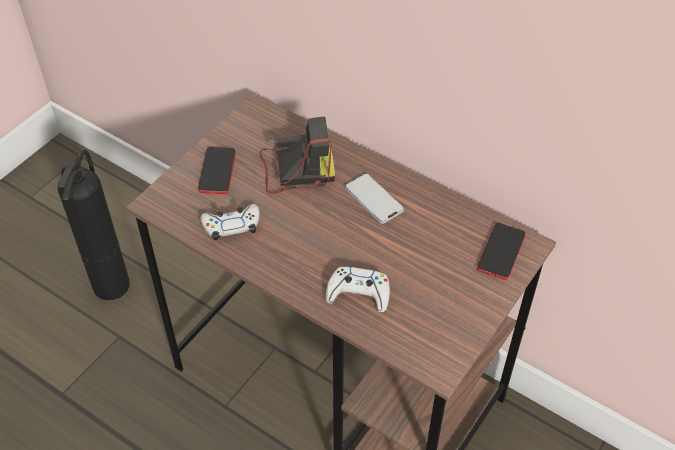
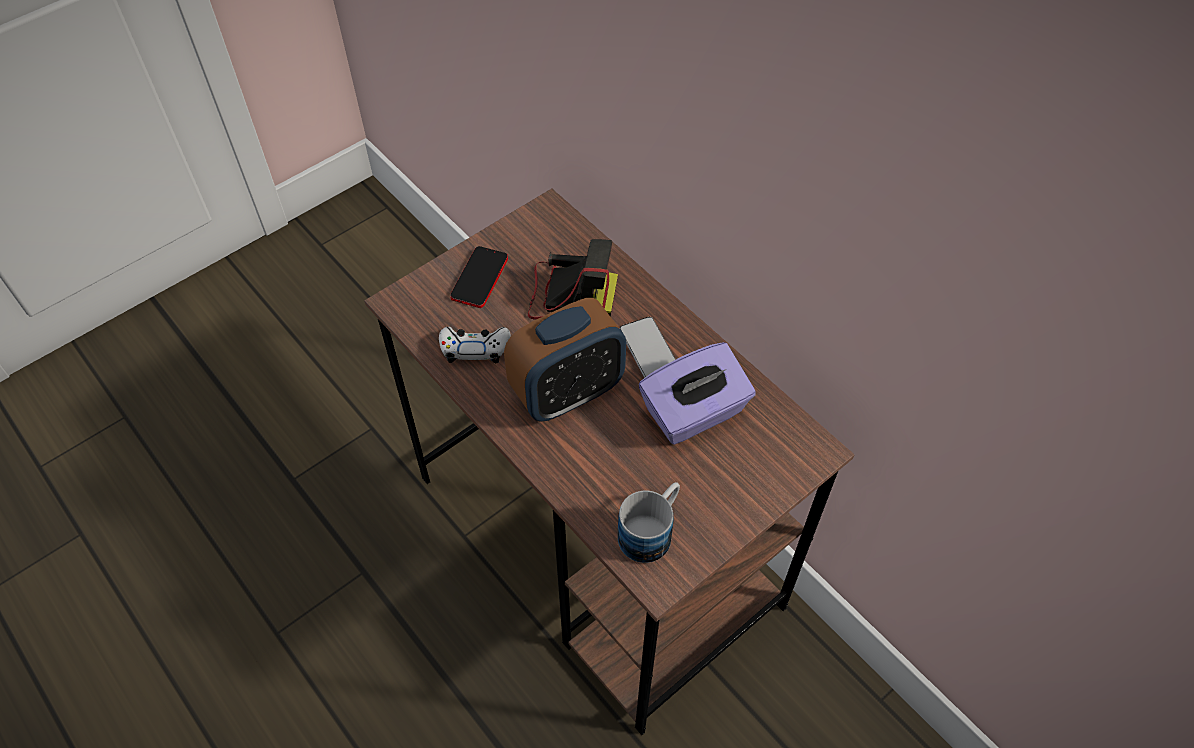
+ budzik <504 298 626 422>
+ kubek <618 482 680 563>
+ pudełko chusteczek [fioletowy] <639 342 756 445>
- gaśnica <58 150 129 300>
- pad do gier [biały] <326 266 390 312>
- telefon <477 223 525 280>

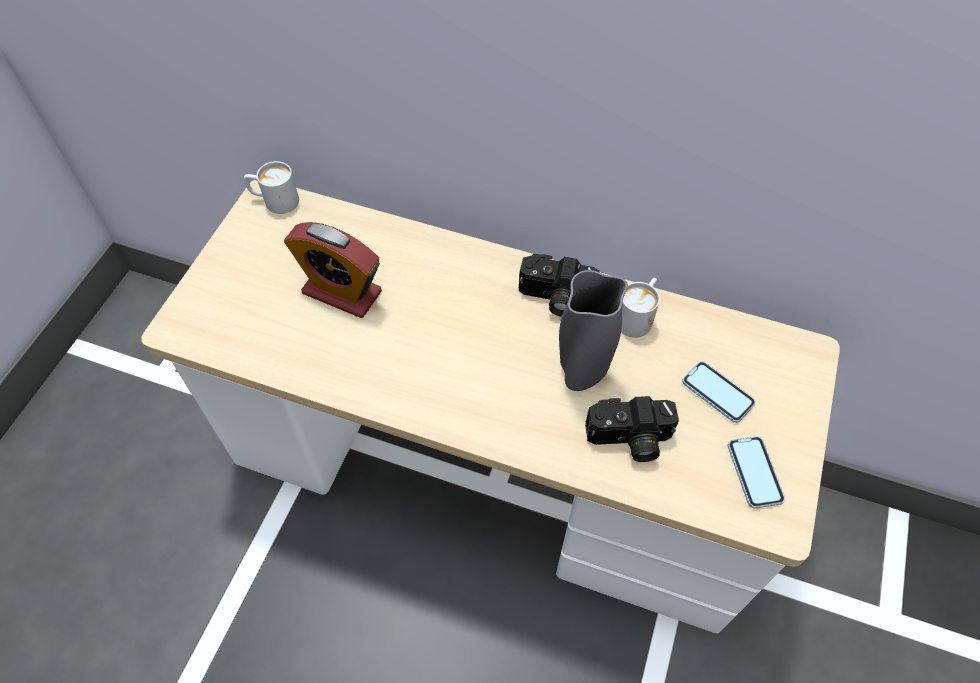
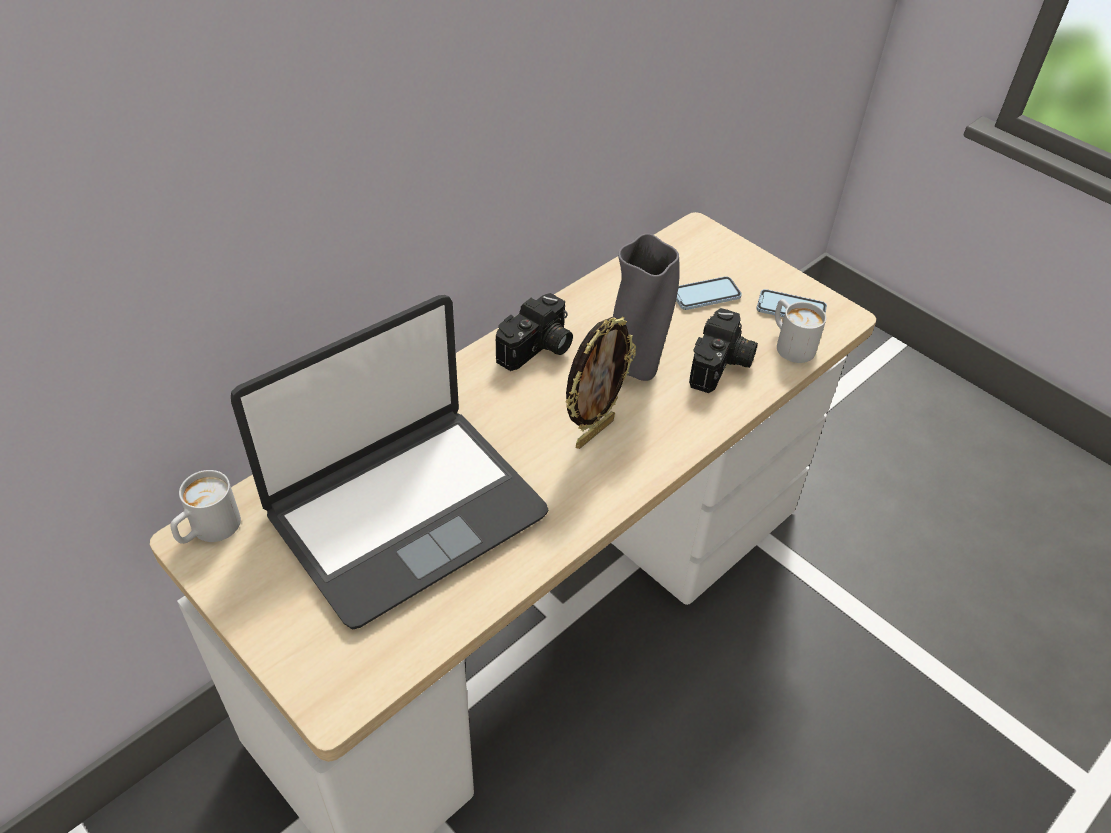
~ budzik <284 222 382 318> to laptop <231 295 549 630>
+ ramka na zdjęcie <565 316 636 449>
~ kubek [biały] <621 278 660 338> to <775 299 826 363>

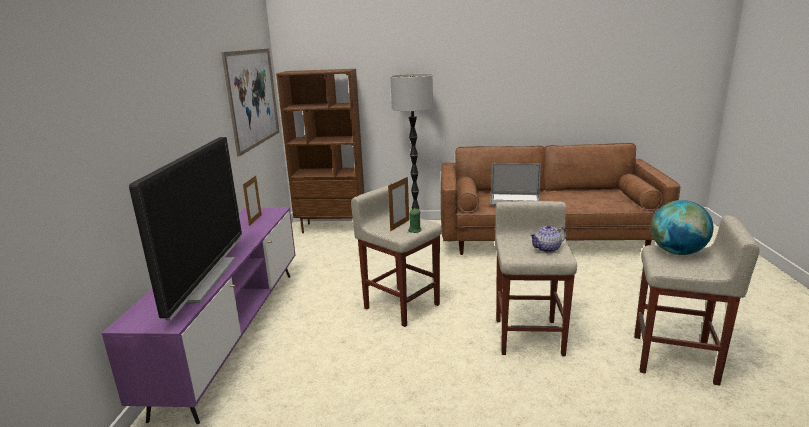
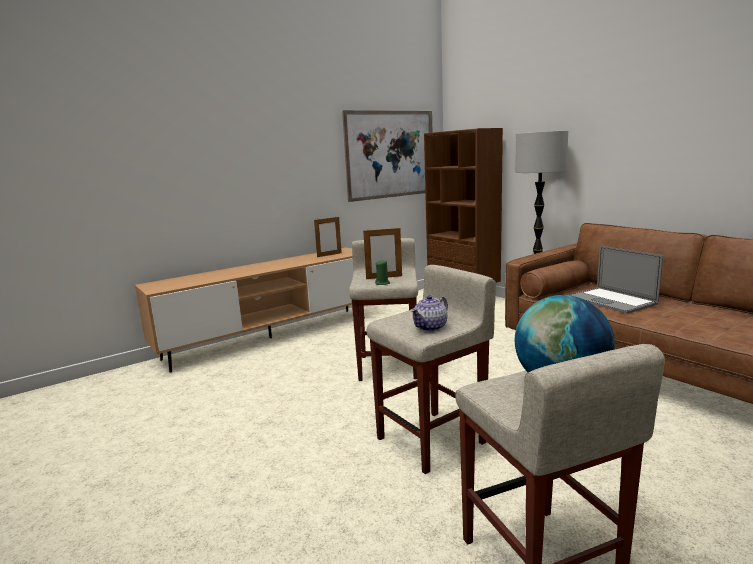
~ szafka pod telewizor [fioletowy] <102 208 295 424> to szafka pod telewizor [brązowy] <135 248 365 372>
~ imbryk <529 225 566 253> = <411 295 448 332> 75 degrees counterclockwise
- telewizor <129 137 242 321>

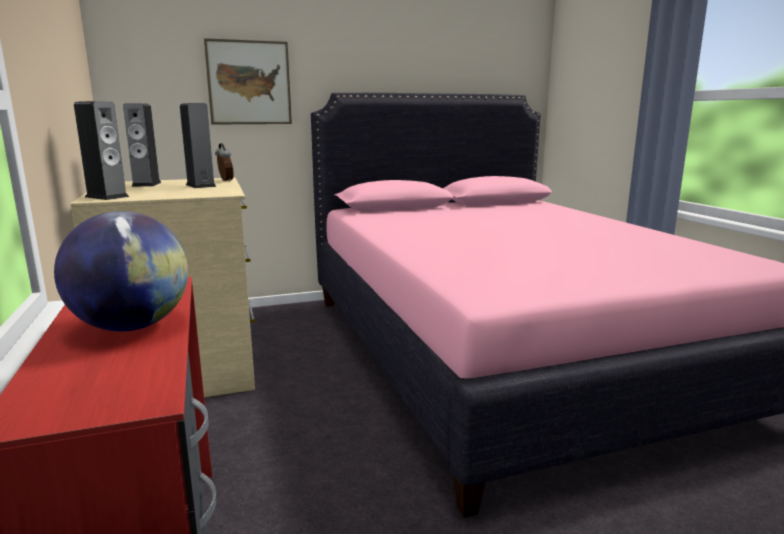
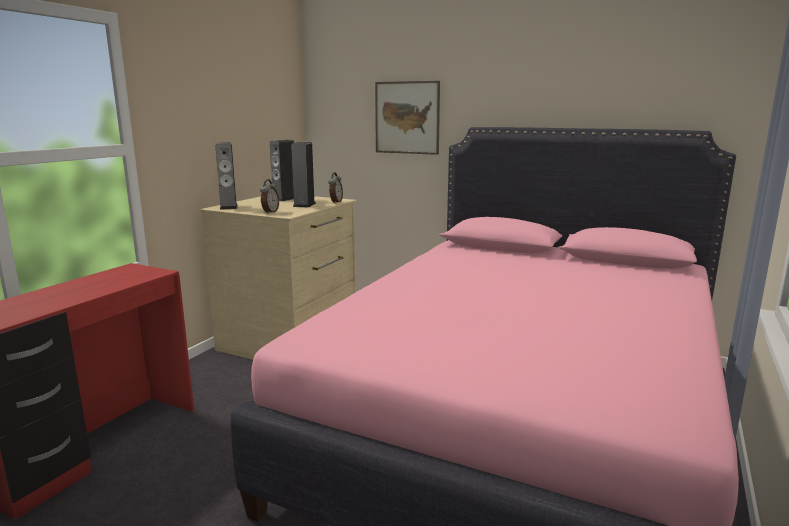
+ budzik <260 179 279 214>
- globus <54 211 188 332>

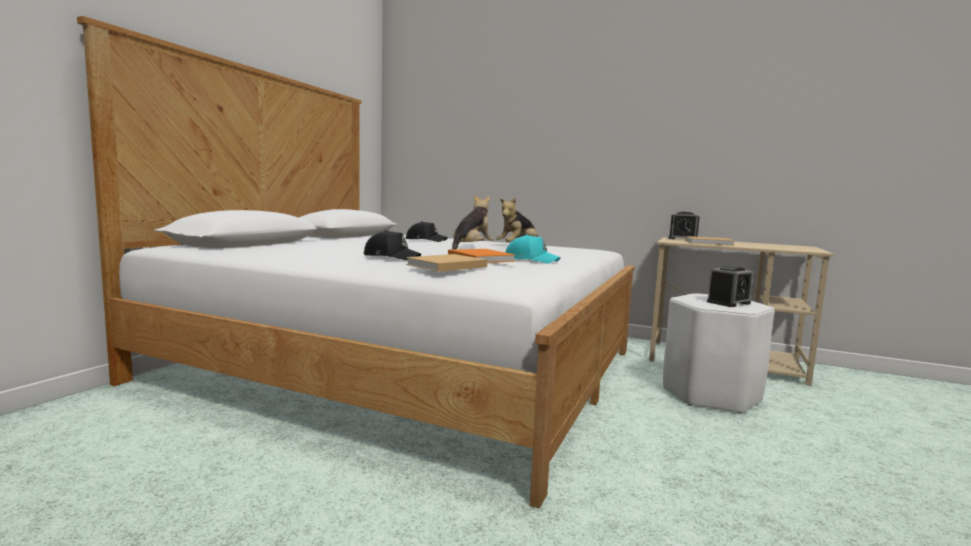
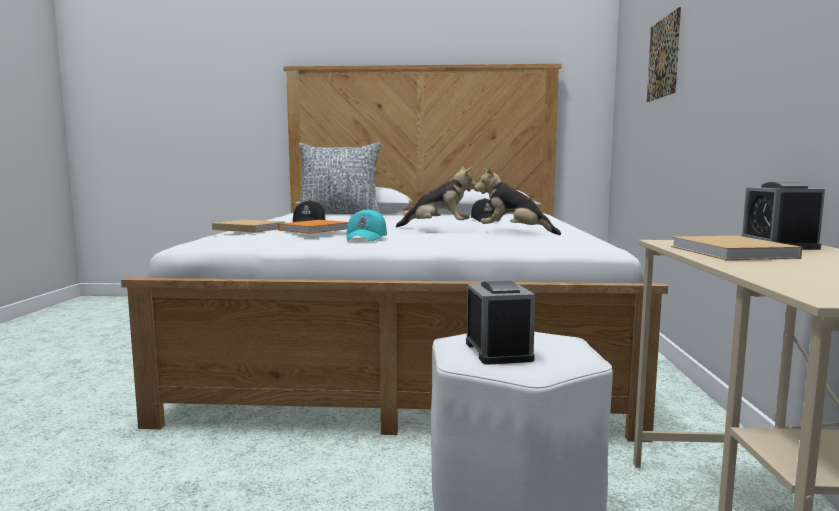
+ poduszka <298 142 381 214>
~ budzik <707 266 754 307> = <466 281 535 365> 135 degrees counterclockwise
+ obraz <647 7 681 102>

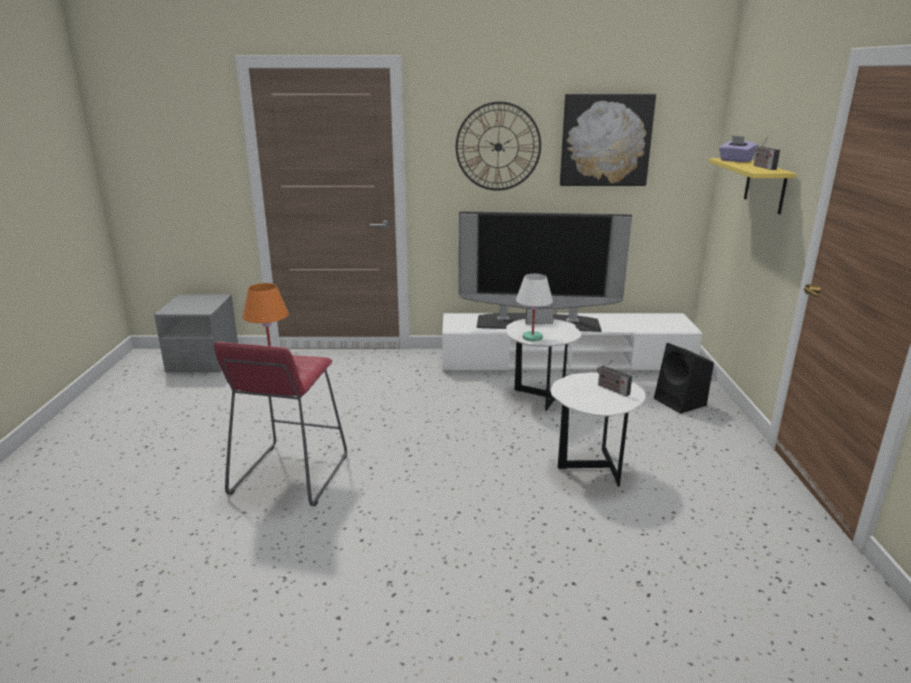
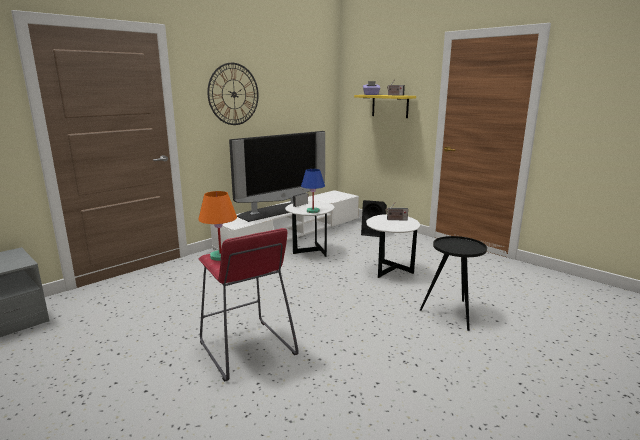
~ lampa stołowa [biały] <516 274 553 342> to lampa stołowa [niebieski] <301 169 325 213>
+ stolik [czarny] <420 236 487 331>
- obraz <560 94 656 186>

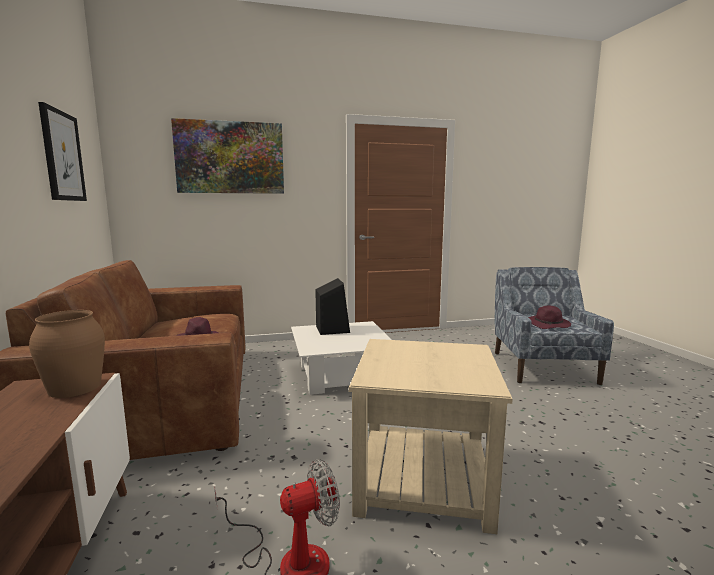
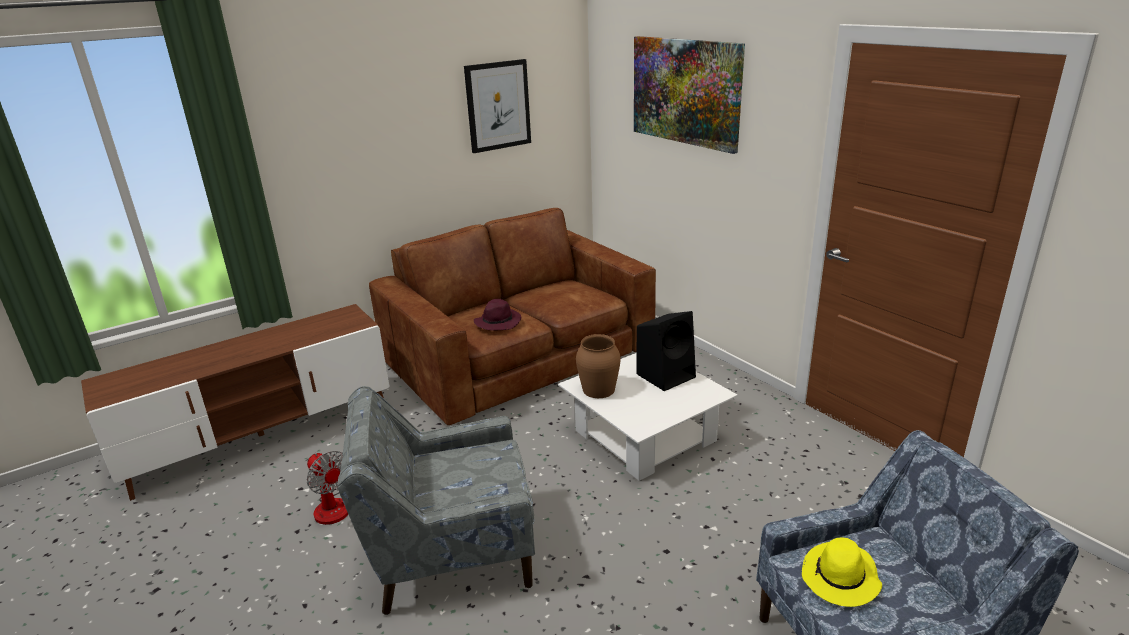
~ stolik [beżowy] <349 339 513 534> to fotel [szary] <337 386 535 615>
~ wazon [brązowy] <29 310 105 398> to <576 334 620 398>
~ kapelusz [fioletowy] <528 306 571 329> to kapelusz [żółty] <802 537 882 607>

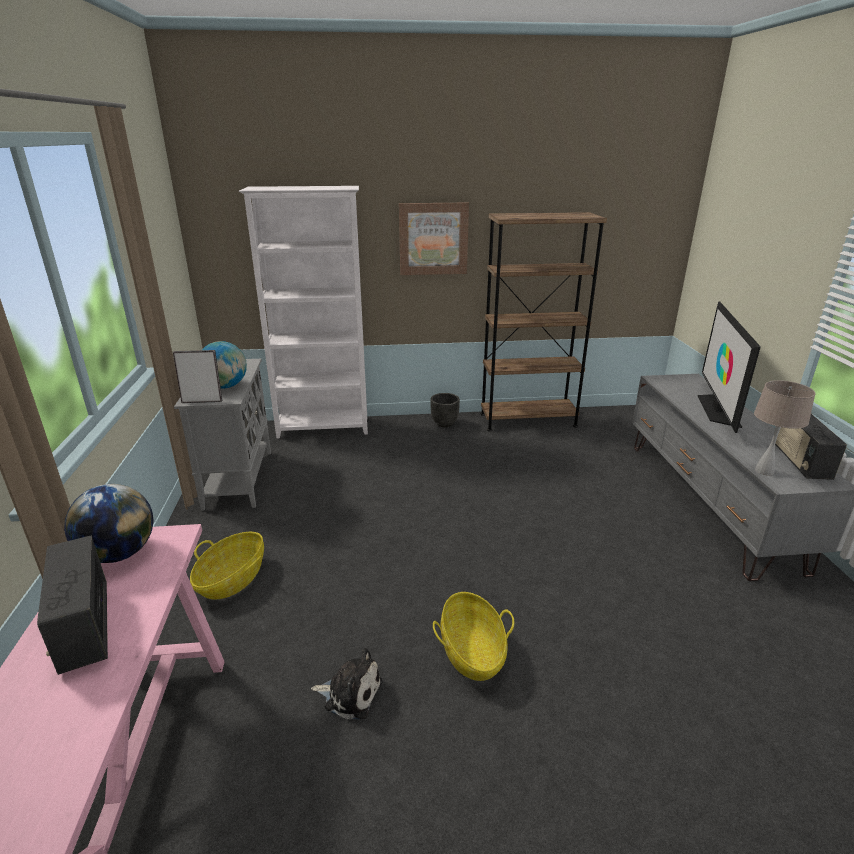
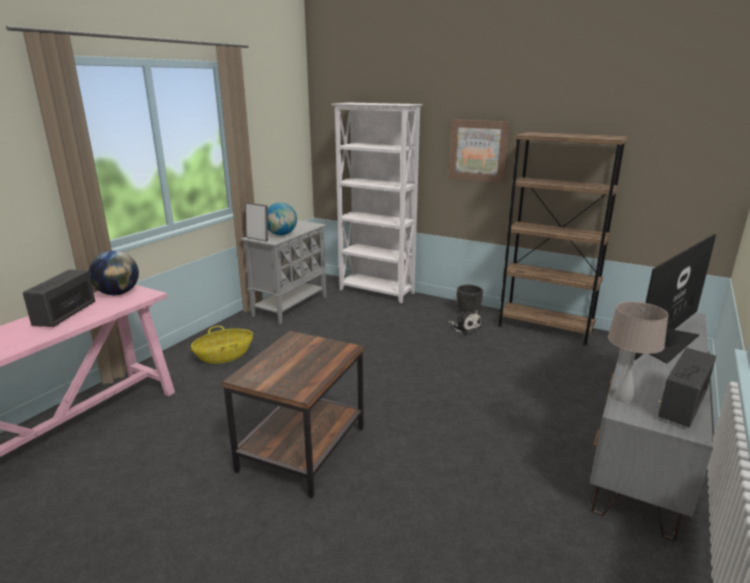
~ koszyk <433 592 514 681> to stolik [brązowy] <222 331 364 498>
~ pluszak <311 648 382 720> to <448 308 481 334>

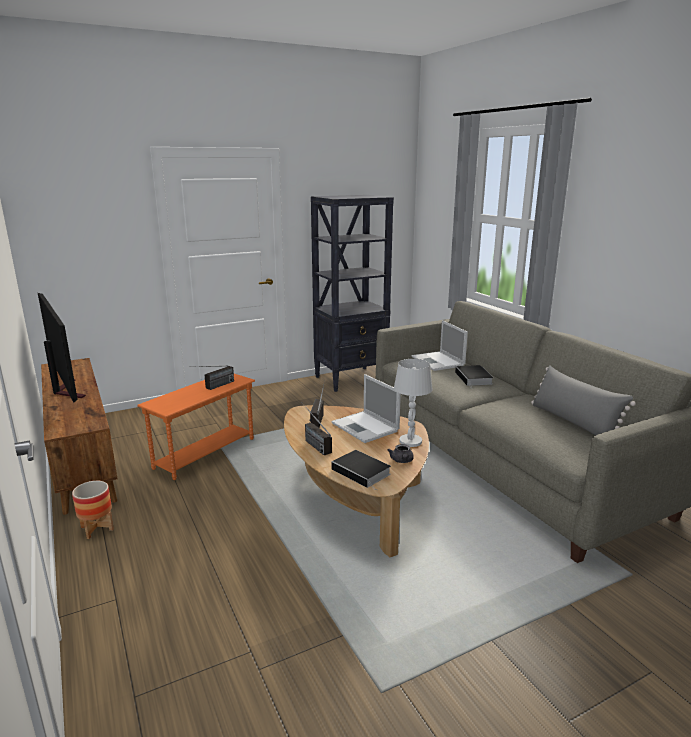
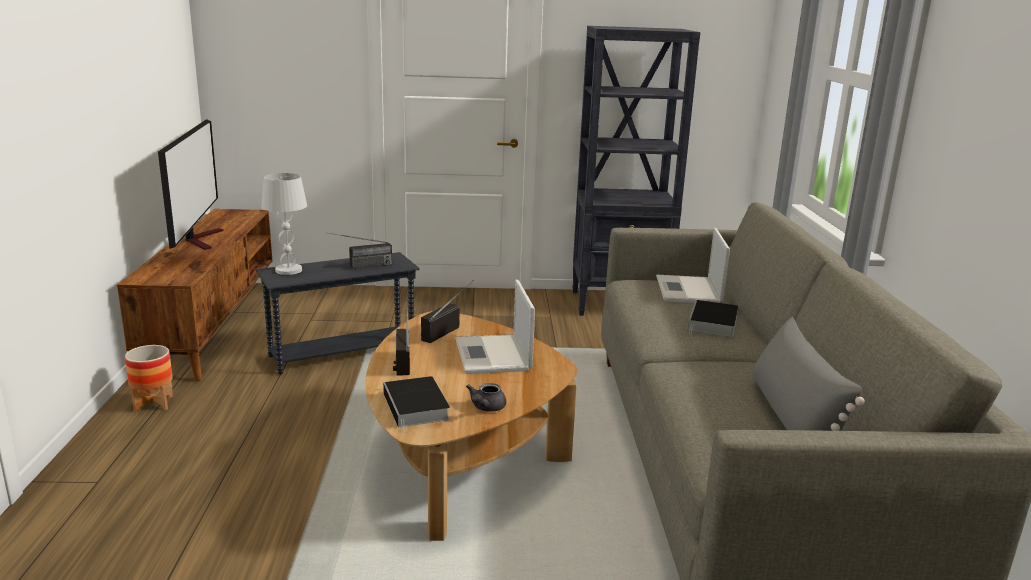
~ stolik [pomarańczowy] <137 374 255 480> to stolik [szary] <256 252 420 374>
~ lampa stołowa [biały] <394 359 433 447> to <262 173 307 275>

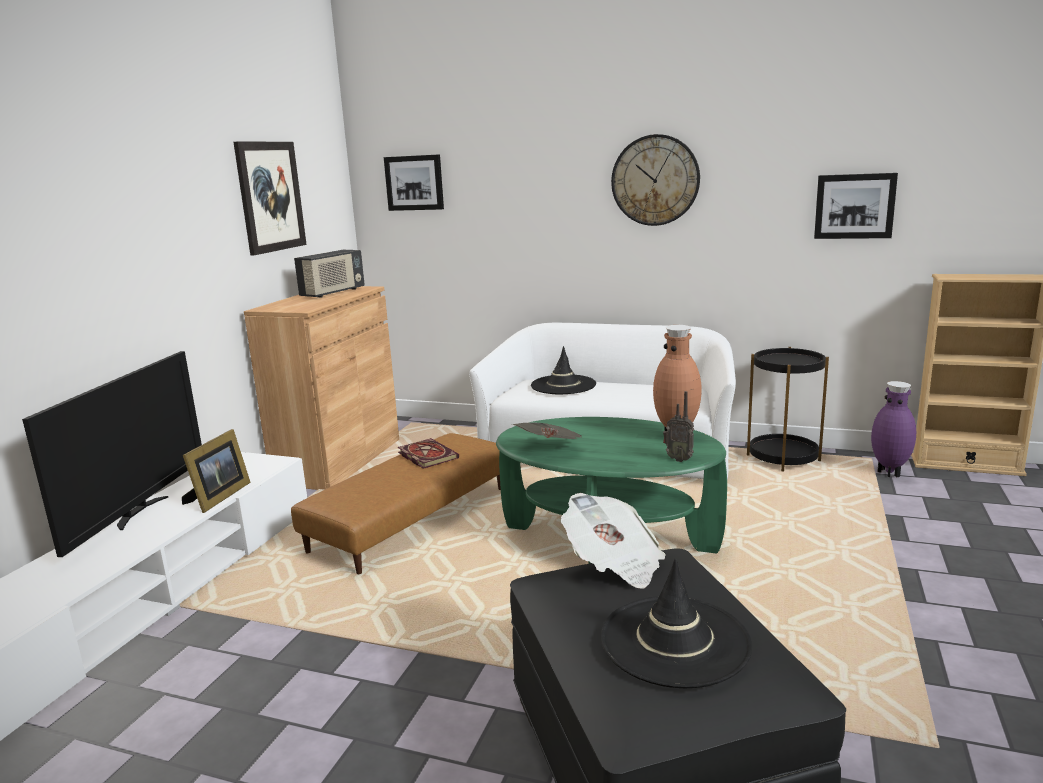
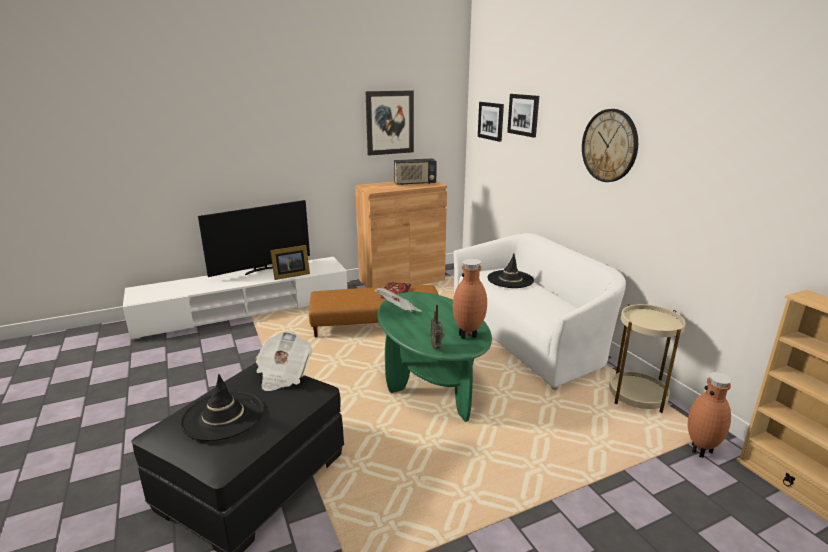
~ obraz <814 173 898 239> to <507 94 539 137>
~ stolik [czarny] <747 347 829 471> to stolik [beżowy] <609 304 686 413>
~ wazon [fioletowy] <871 381 916 477> to wazon [brązowy] <688 372 731 458>

